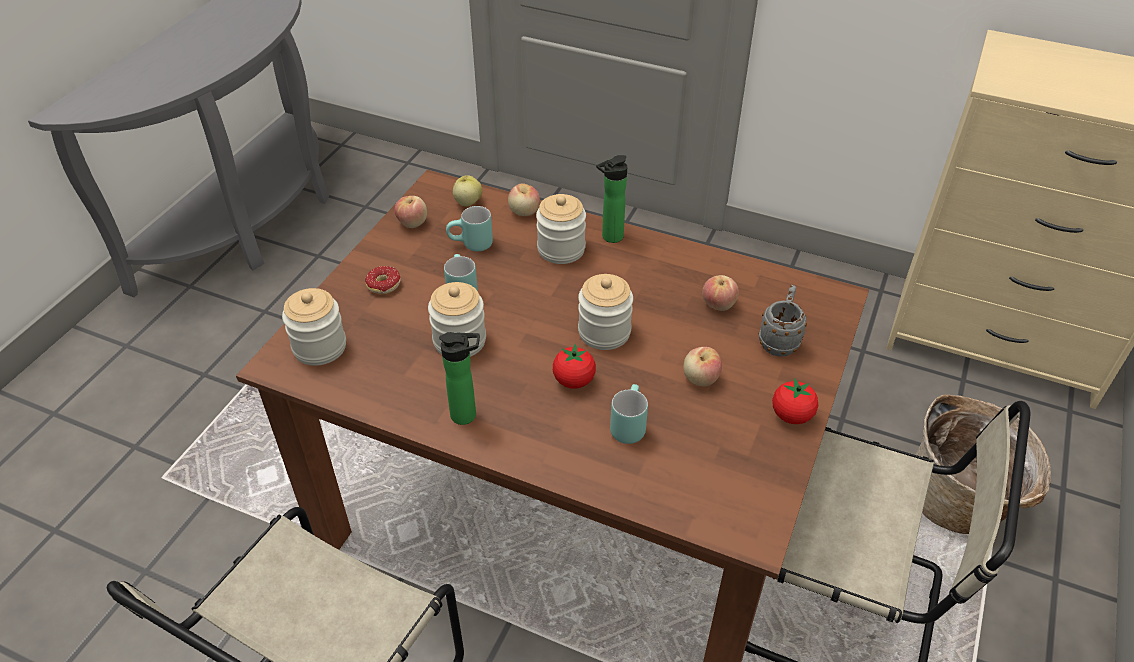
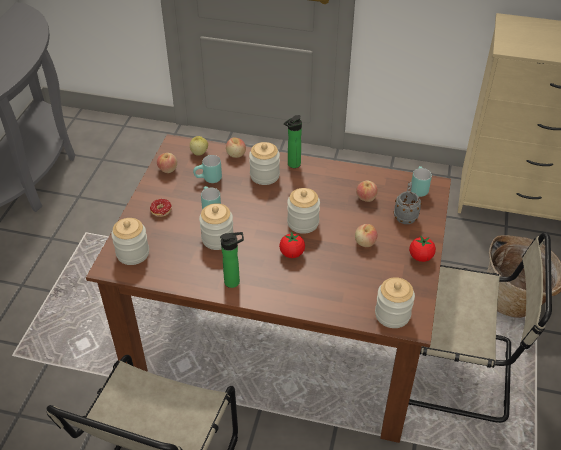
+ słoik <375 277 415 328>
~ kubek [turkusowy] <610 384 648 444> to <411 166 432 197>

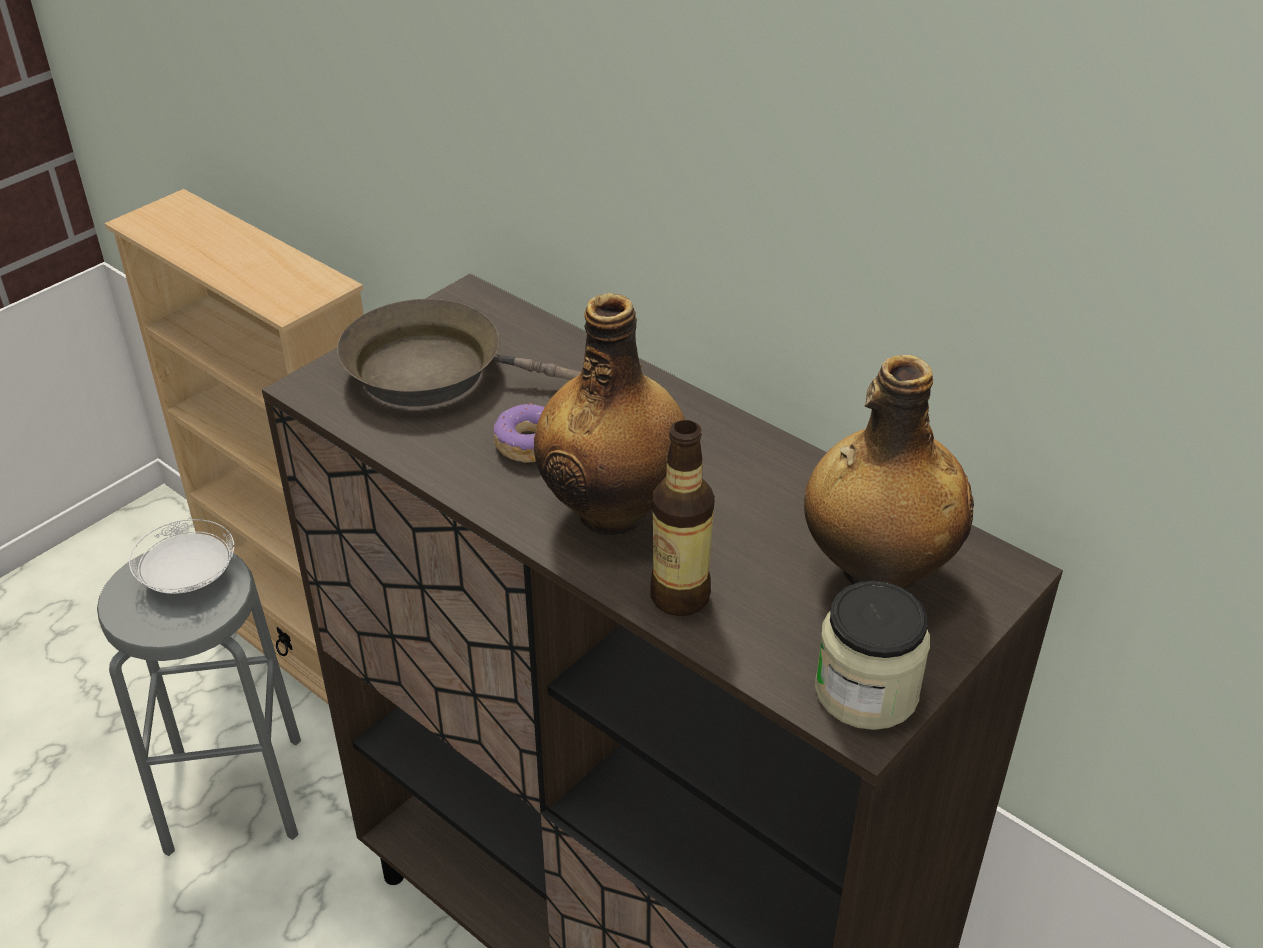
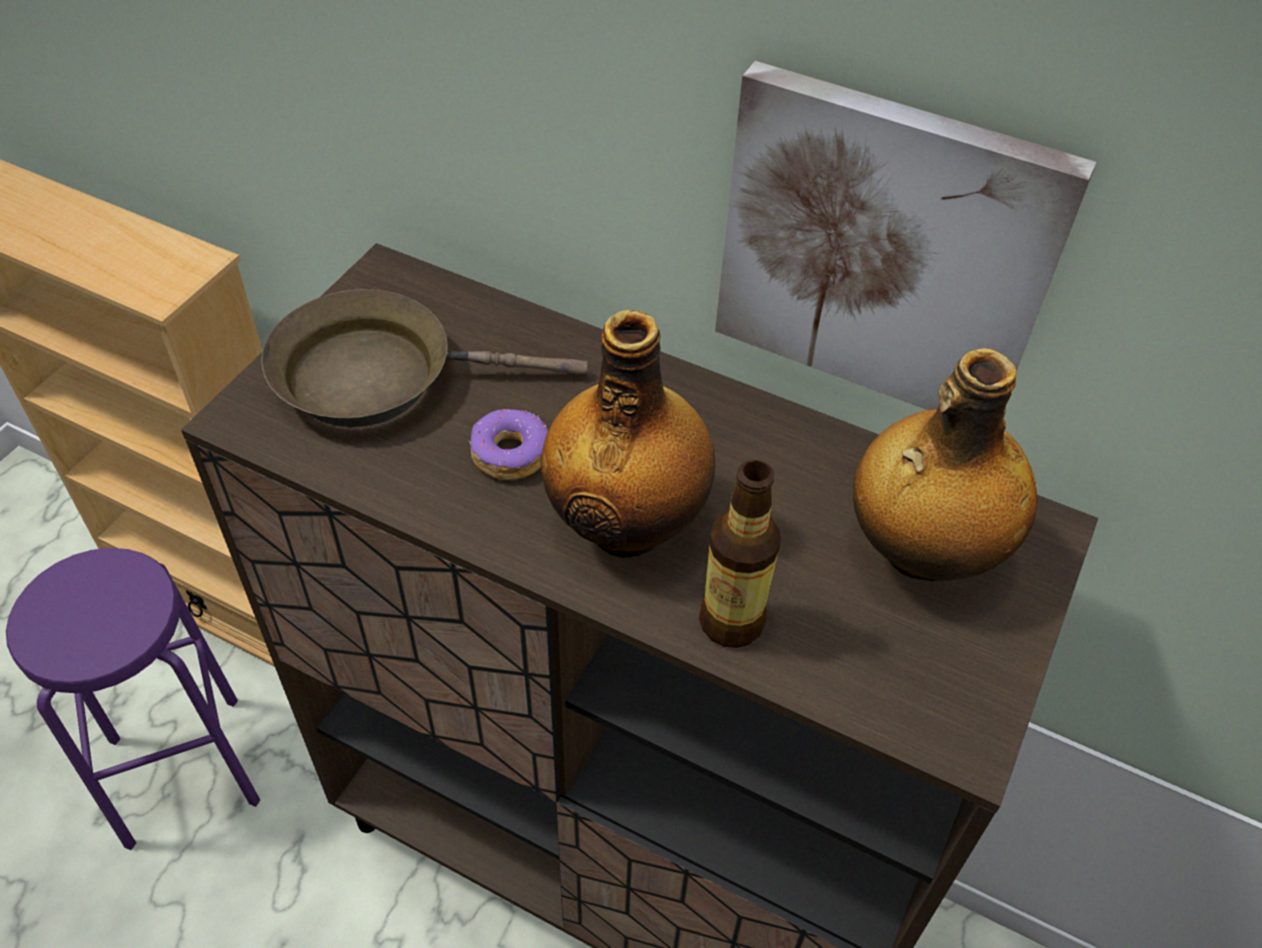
~ stołek [szary] <97 550 301 856> to stołek [fioletowy] <6 548 260 850>
+ obraz <715 61 1097 410>
- talerz [biały] <129 519 234 594>
- słoik <815 581 930 730>

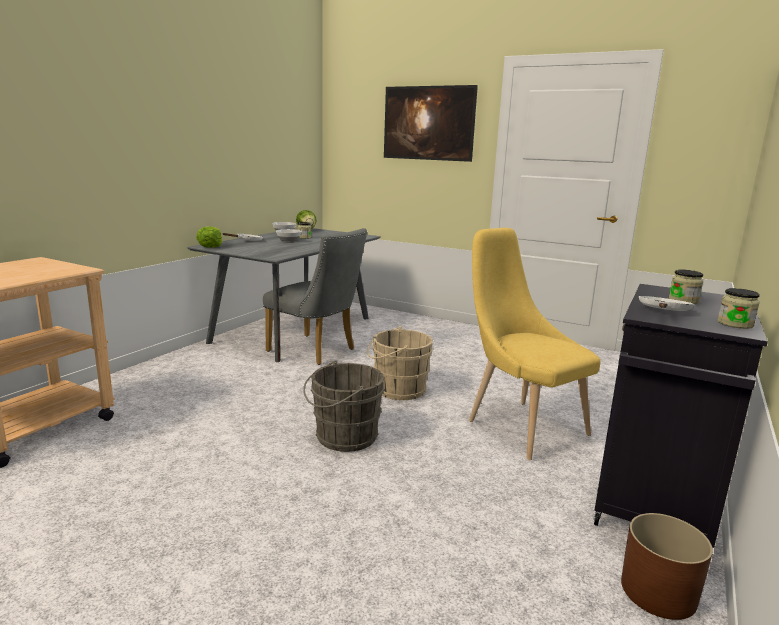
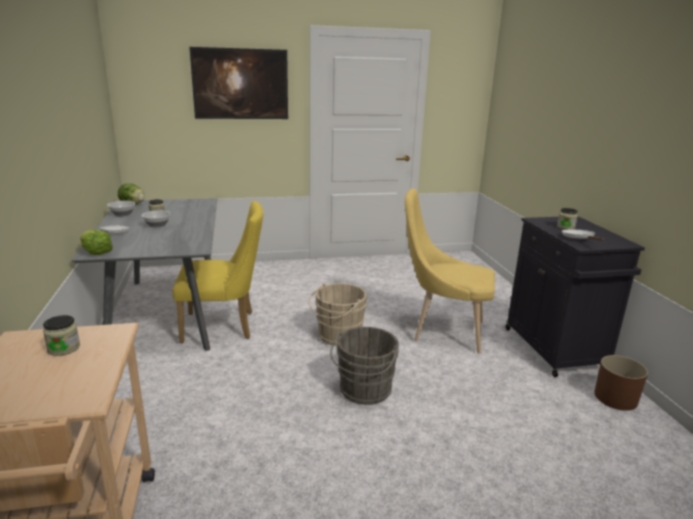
~ słoik <718 288 760 329> to <43 315 80 356>
~ krzesło [szary] <263 228 367 365> to krzesło [żółty] <173 201 263 344>

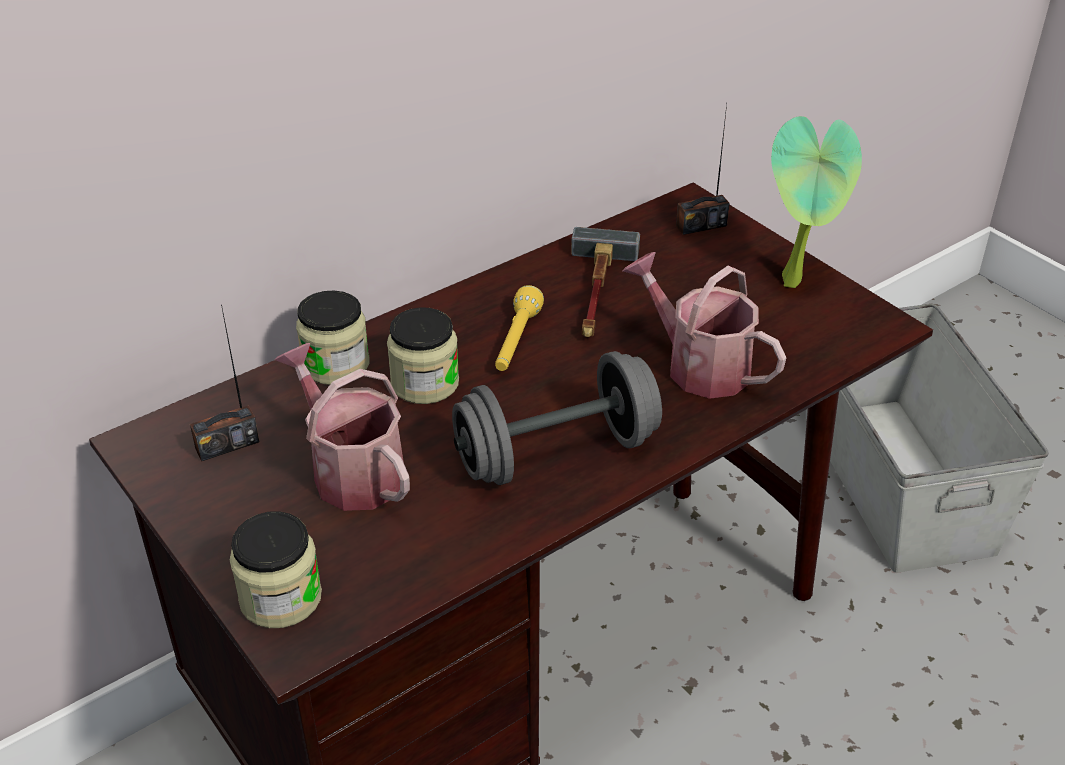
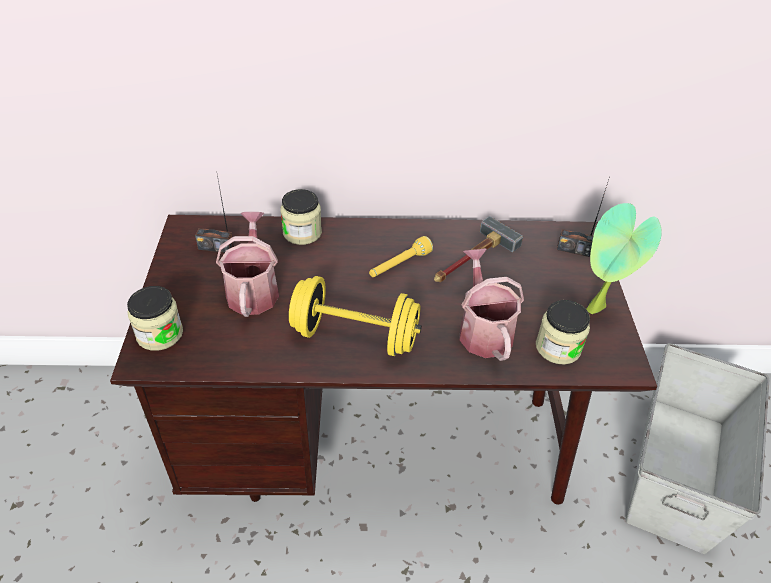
~ hantel [szary] <452 351 662 485> to hantel [żółty] <289 276 422 356>
~ słoik <387 307 459 404> to <536 300 590 365>

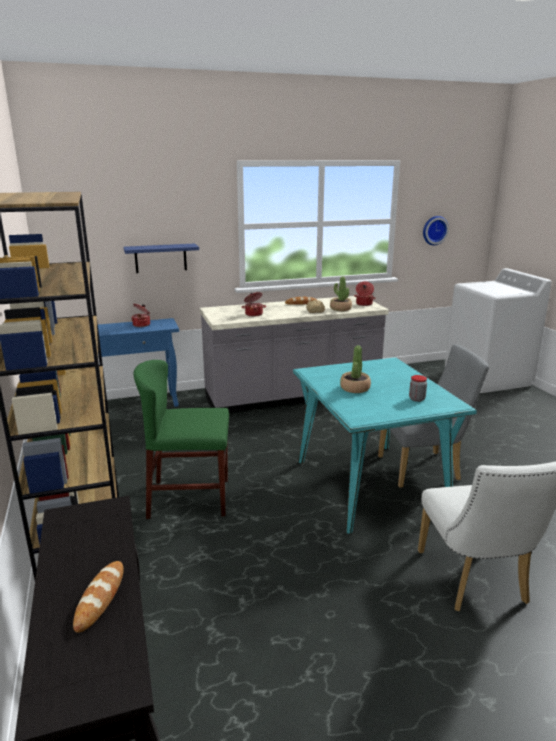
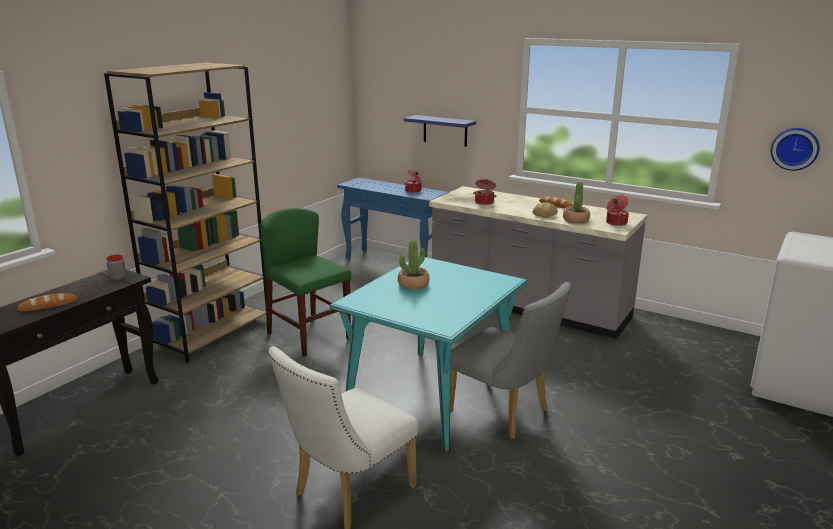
~ słoik <409 375 427 402> to <106 255 126 281>

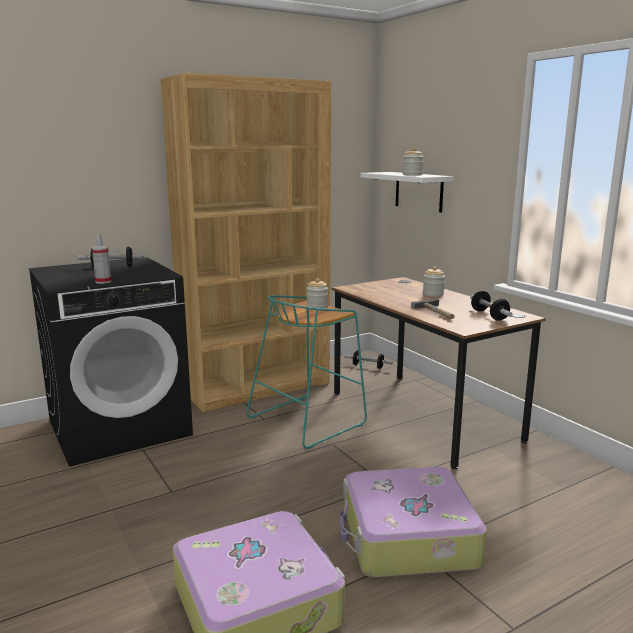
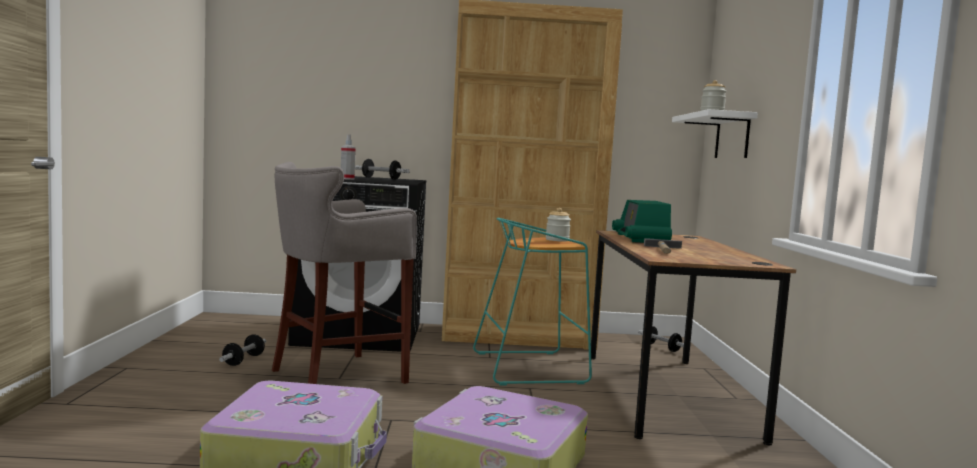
~ hantel <470 291 513 321> to <219 334 266 366>
+ stołek [szary] <272 162 417 384>
+ radio <612 200 672 243>
- słoik <423 267 445 297>

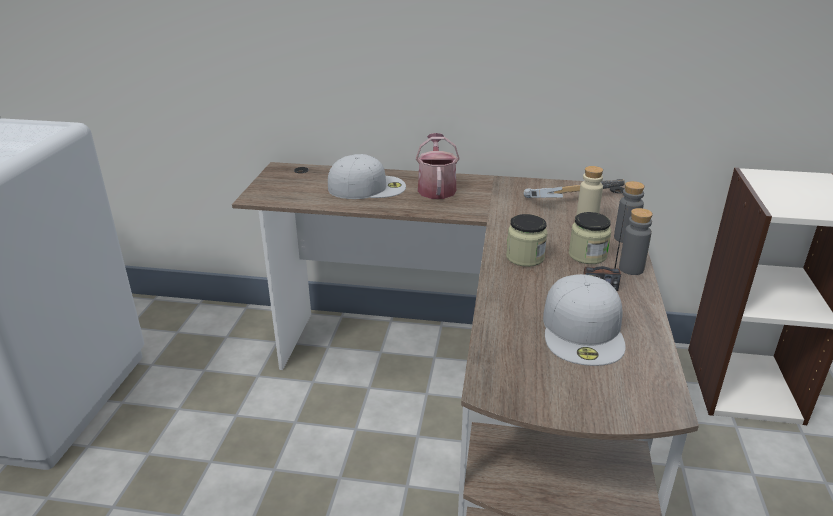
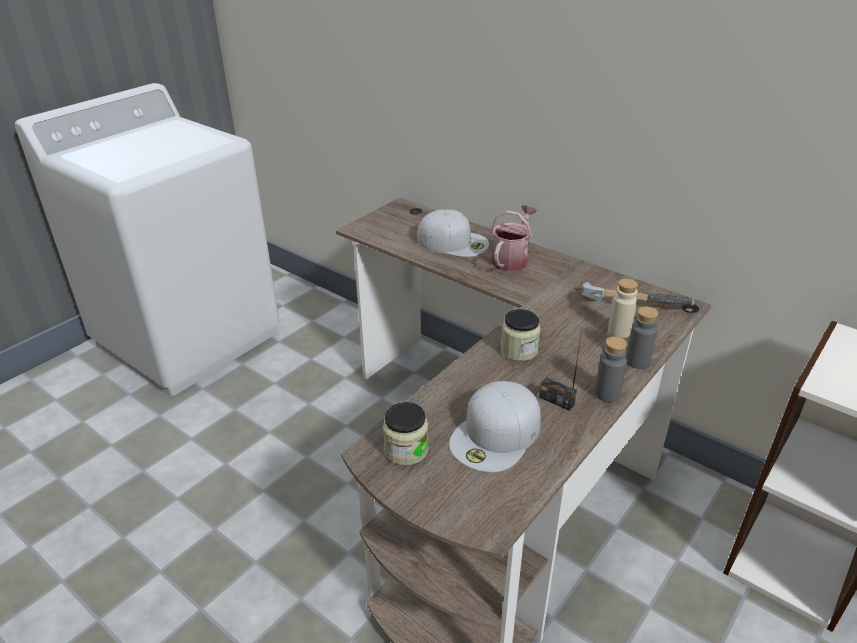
~ słoik <569 212 611 264> to <383 402 428 465>

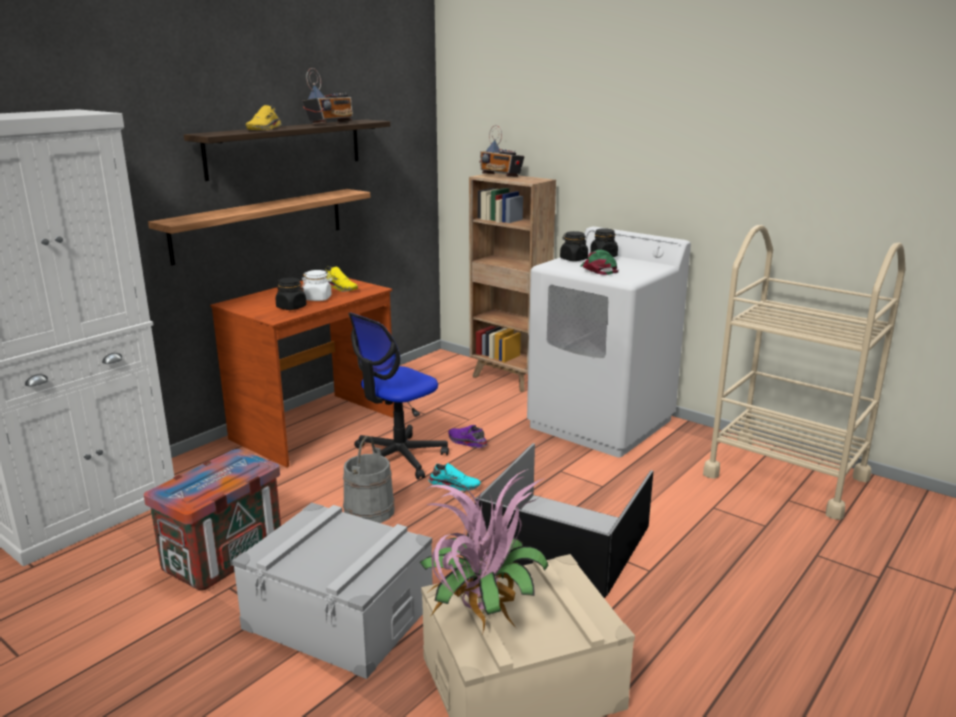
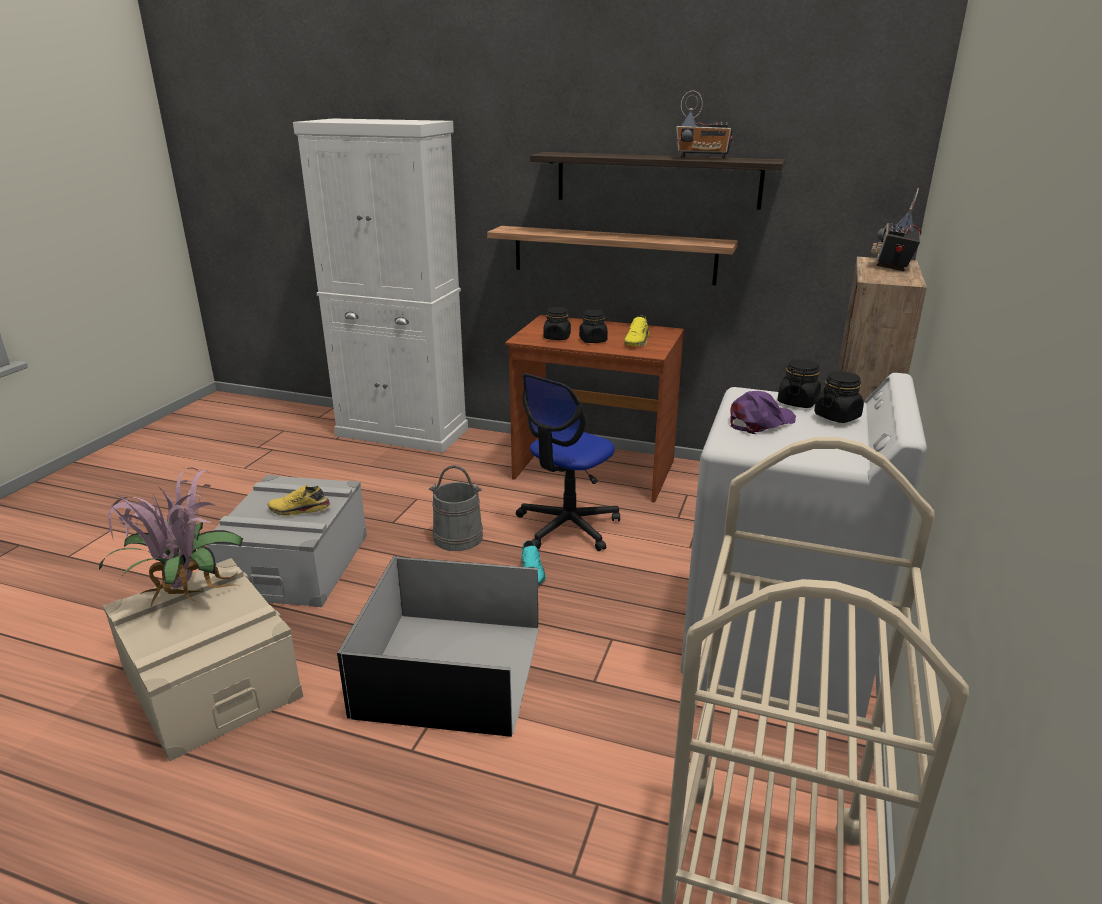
~ but [żółty] <246 105 281 130> to <267 485 331 516>
~ krzesło biurowe <348 313 449 479> = <516 373 620 551> 75 degrees counterclockwise
~ słoik [biały] <302 270 333 301> to słoik [czarny] <579 310 608 343>
~ czapka z daszkiem [zielony] <580 250 618 275> to czapka z daszkiem [fioletowy] <730 391 796 434>
- skrzynka <144 449 281 591>
- but [fioletowy] <449 425 487 448>

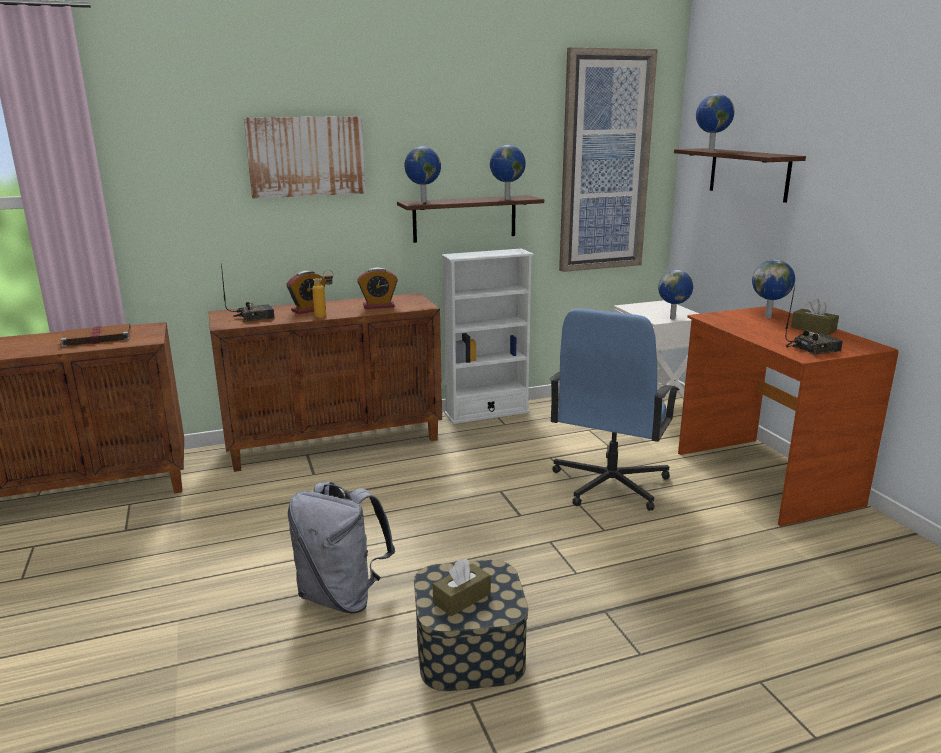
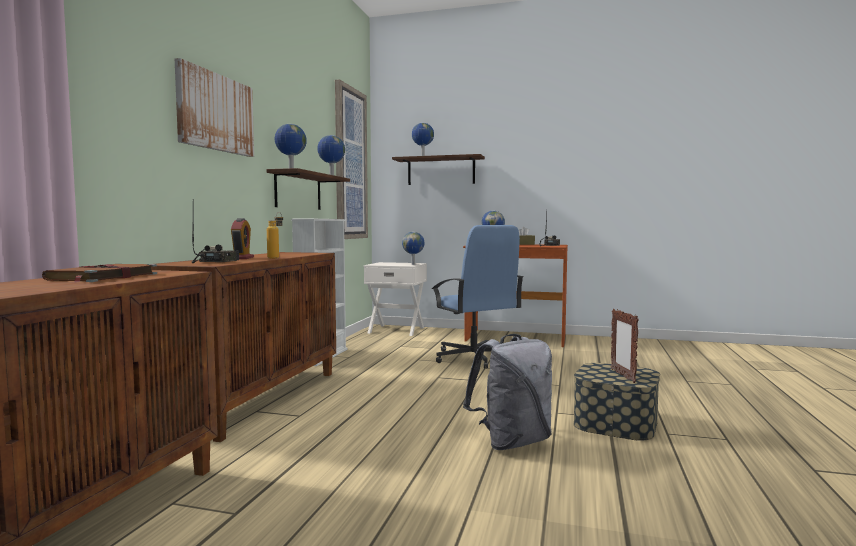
~ pudełko chusteczek [brązowy] <433 558 491 616> to ramka na zdjęcie <611 309 639 383>
- budzik <357 268 398 309>

